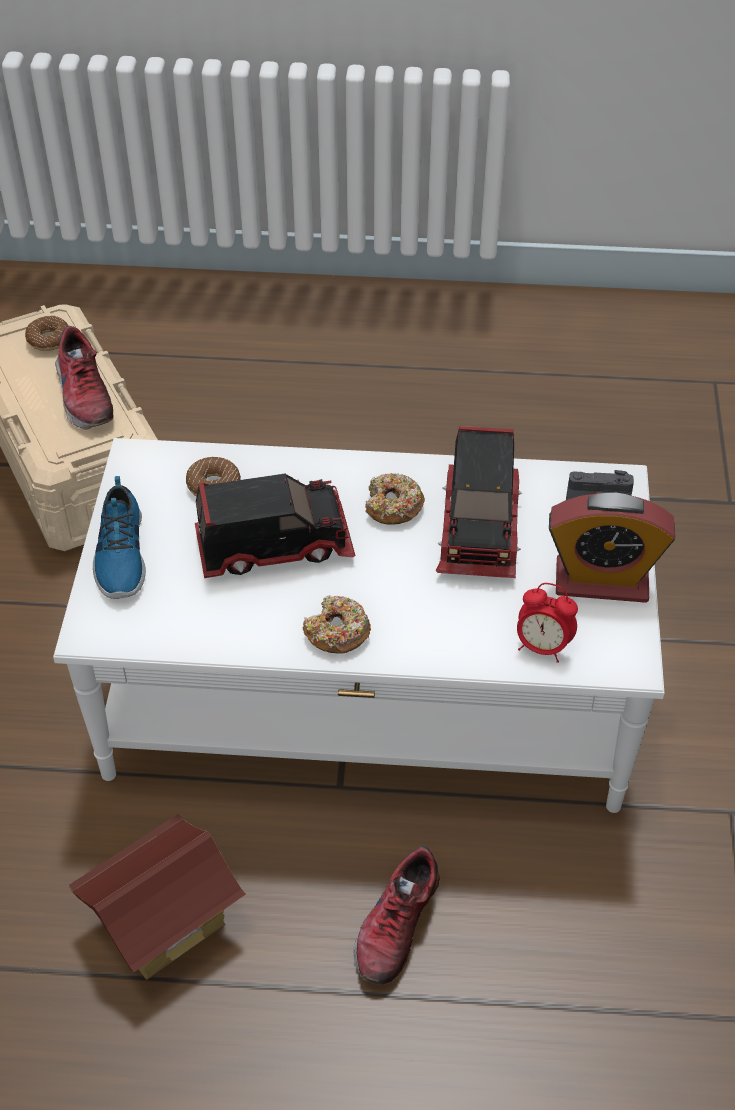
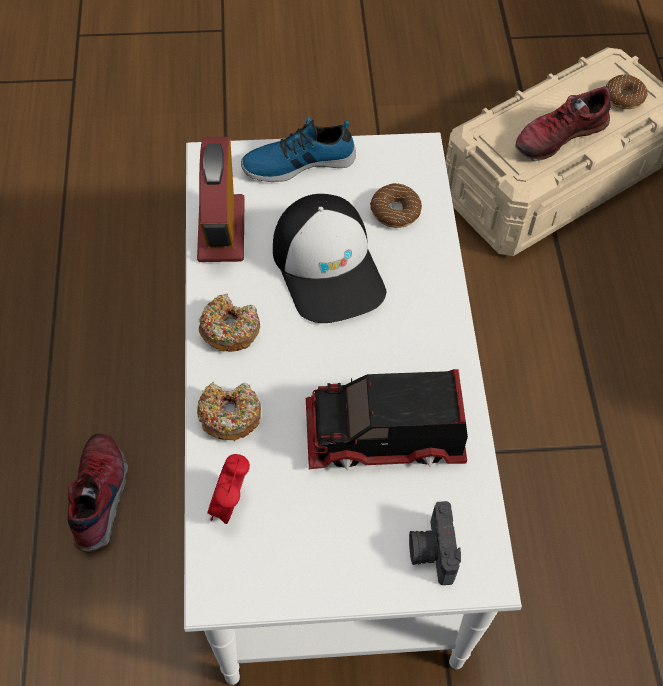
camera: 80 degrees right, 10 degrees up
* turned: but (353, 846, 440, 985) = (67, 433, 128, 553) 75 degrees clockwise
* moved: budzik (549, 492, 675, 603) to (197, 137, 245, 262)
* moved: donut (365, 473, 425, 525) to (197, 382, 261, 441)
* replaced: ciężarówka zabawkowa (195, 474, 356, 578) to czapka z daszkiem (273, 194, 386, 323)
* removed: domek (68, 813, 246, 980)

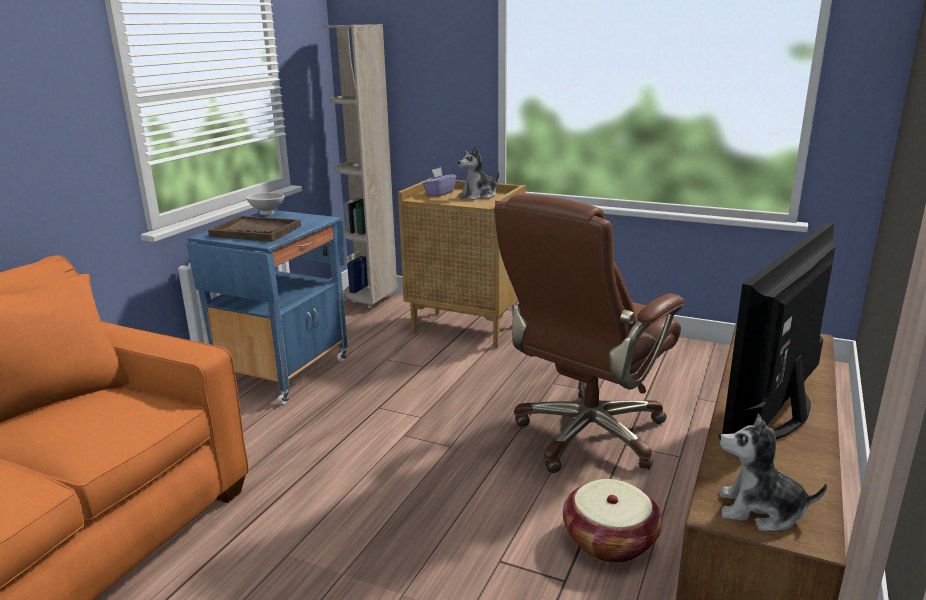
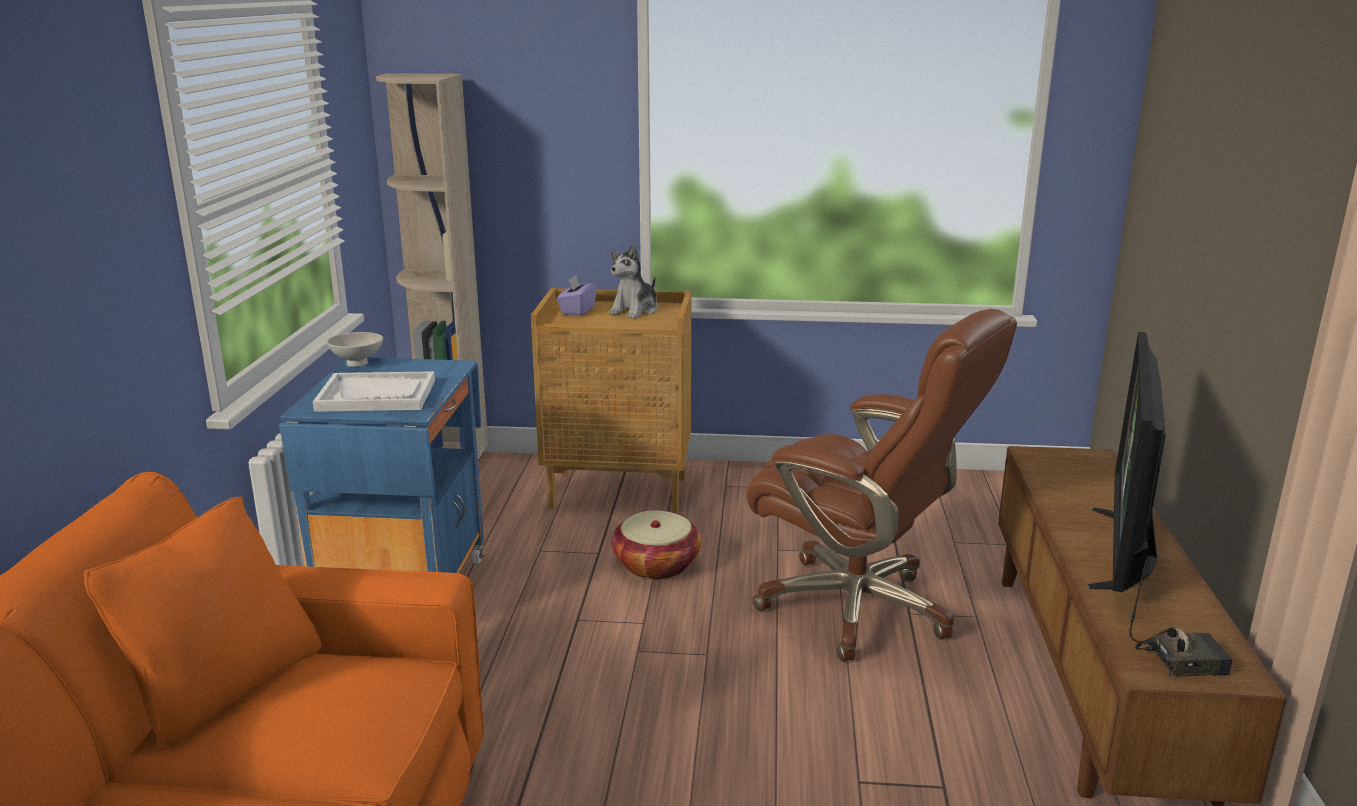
camera: 20 degrees left, 0 degrees up
* recoloured: taca (brązowy) (208, 216, 301, 242) to taca (biały) (313, 371, 435, 412)
* moved: koszyk (563, 479, 663, 562) to (611, 511, 701, 580)
* turned: krzesło biurowe (brązowy) (494, 194, 685, 473) = (747, 309, 1017, 662) 75 degrees counterclockwise
* replaced: pluszak (720, 413, 827, 531) to radio (1130, 557, 1232, 677)

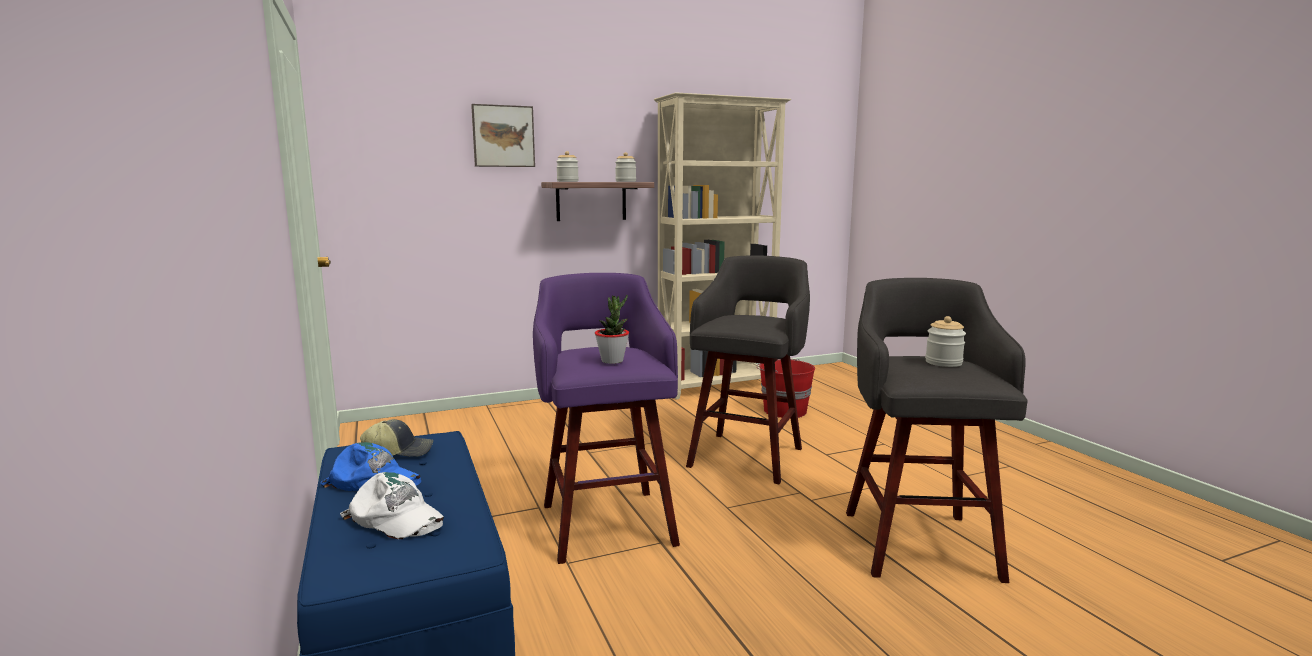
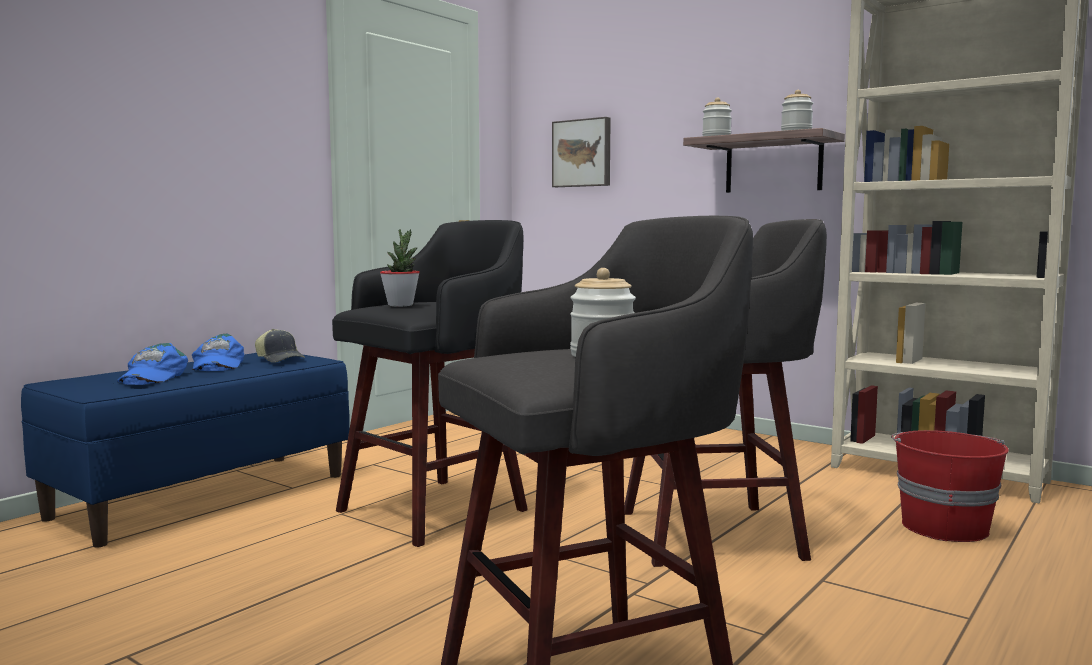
camera: 60 degrees right, 5 degrees down
* recoloured: czapka z daszkiem (biały) (340, 472, 444, 539) to czapka z daszkiem (niebieski) (117, 343, 188, 385)
* recoloured: stołek (fioletowy) (533, 273, 680, 564) to stołek (czarny) (332, 220, 528, 547)
* moved: obraz (471, 104, 535, 167) to (552, 117, 611, 187)

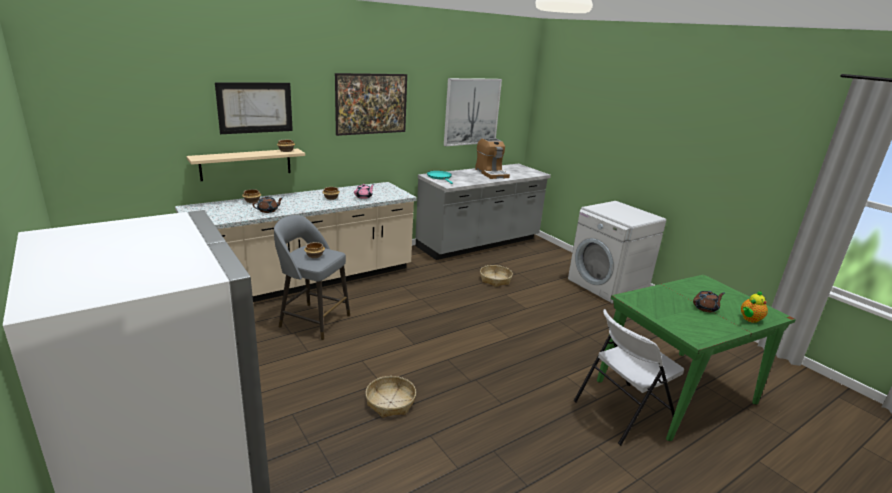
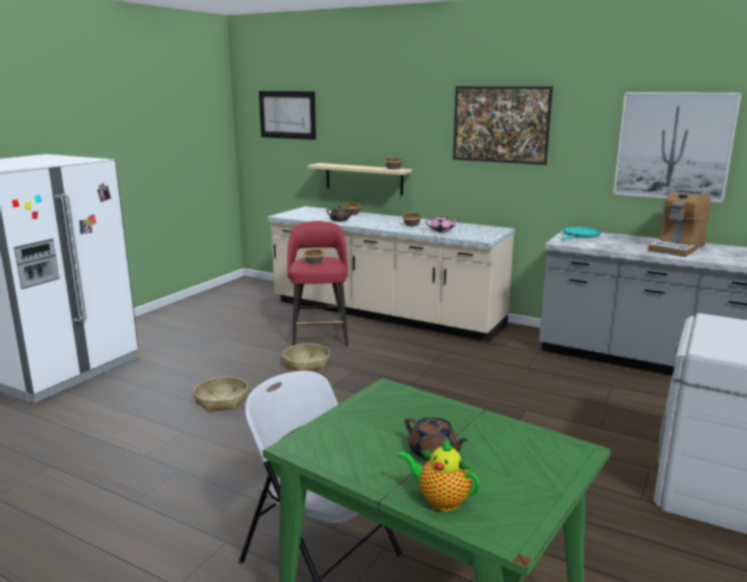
camera: 65 degrees right, 5 degrees down
* moved: obraz (215, 82, 293, 134) to (259, 91, 316, 140)
* moved: koszyk (480, 265, 513, 287) to (283, 344, 330, 371)
* recoloured: stołek (szary) (274, 215, 350, 340) to stołek (czerwony) (287, 221, 348, 346)

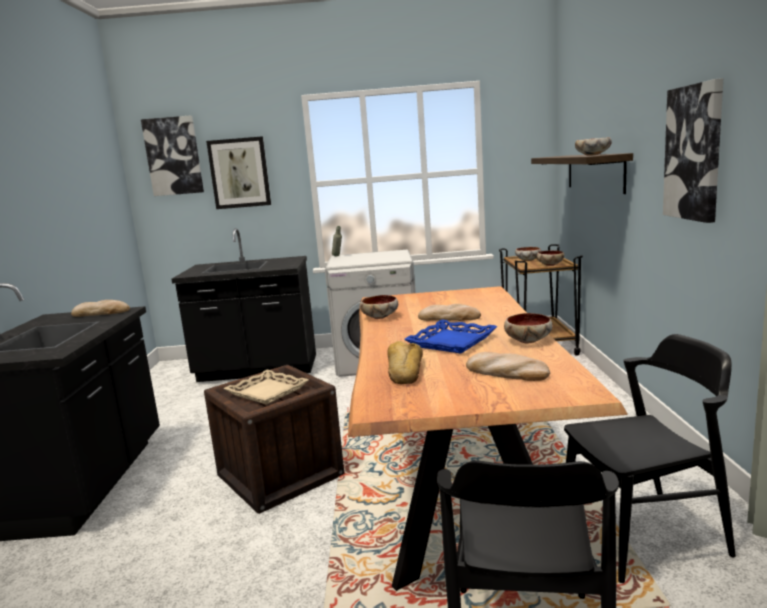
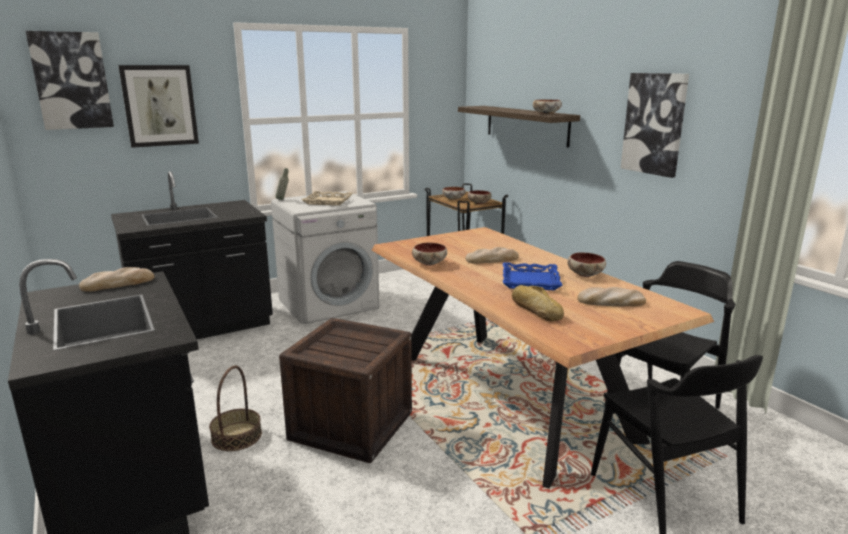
camera: 30 degrees left, 5 degrees up
* added: koszyk (209, 366, 262, 451)
* moved: taca (beżowy) (224, 369, 308, 405) to (302, 191, 353, 206)

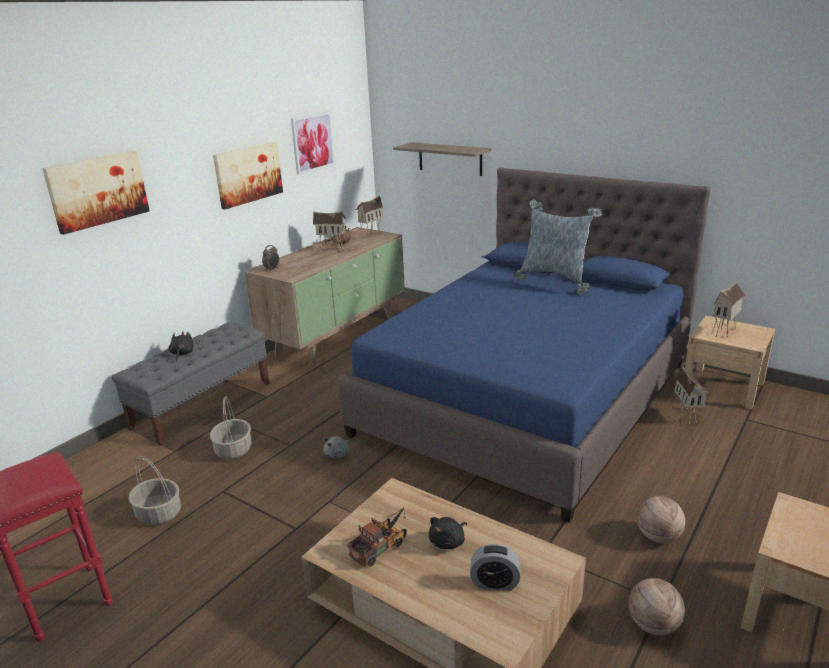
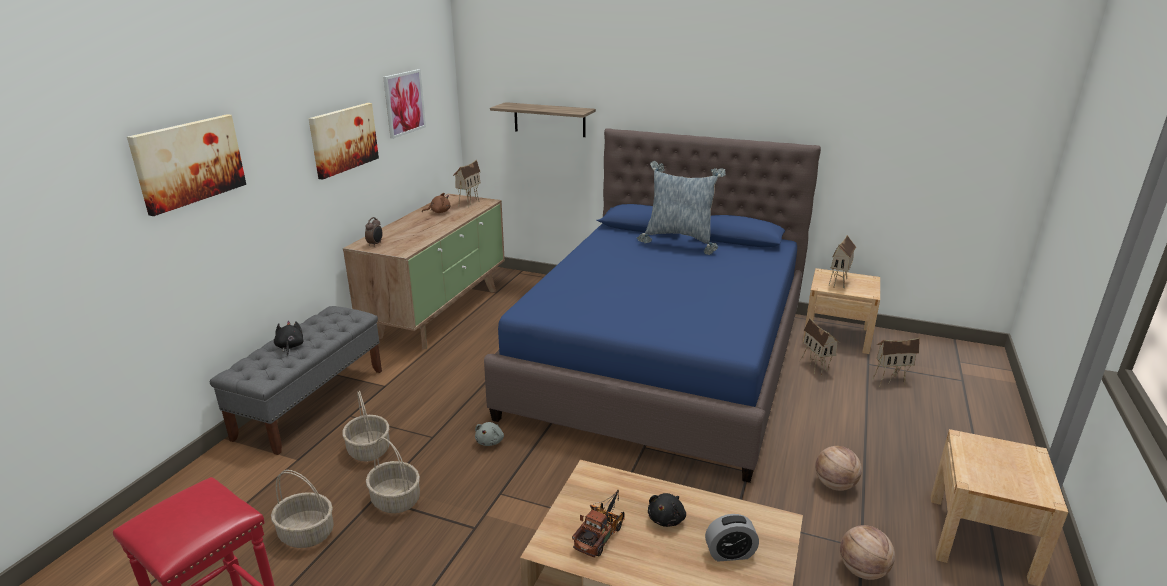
camera: 15 degrees left, 0 degrees up
* added: koszyk (366, 438, 420, 513)
* moved: domek (313, 211, 346, 253) to (872, 338, 920, 387)

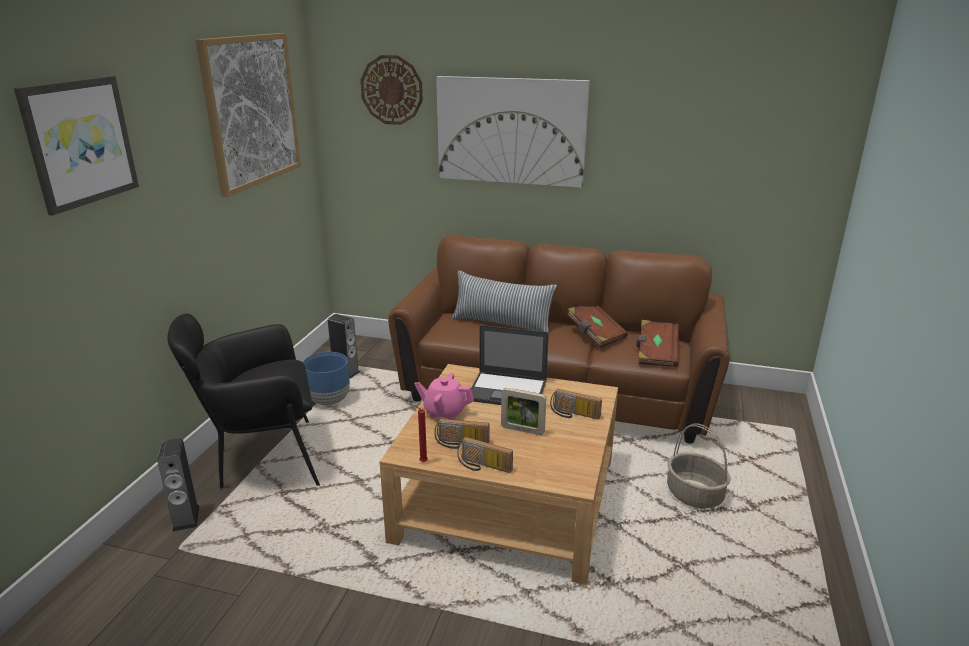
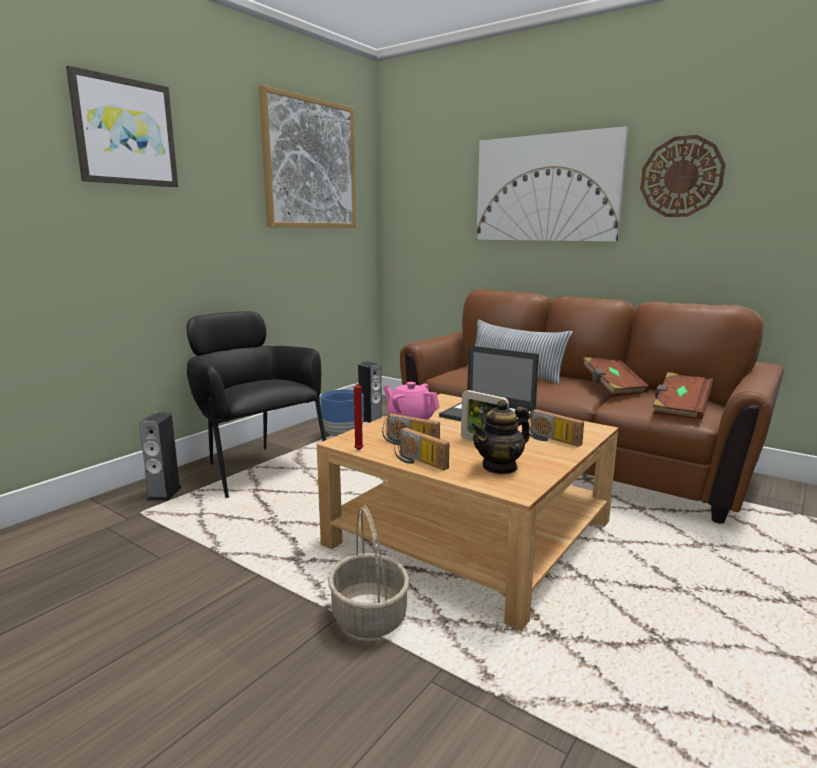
camera: 20 degrees right, 10 degrees down
* turned: fotel (czarny) (167, 313, 320, 489) = (186, 311, 326, 498) 45 degrees clockwise
* moved: koszyk (667, 424, 730, 509) to (328, 505, 410, 639)
* added: imbryk (471, 399, 530, 475)
* moved: zegar ścienny (360, 55, 423, 125) to (640, 135, 725, 217)

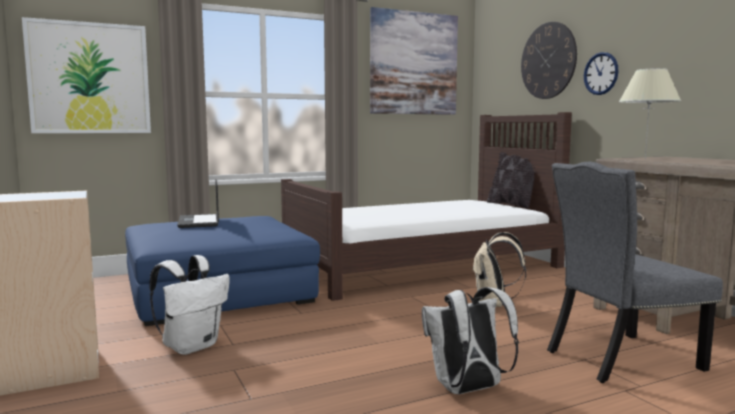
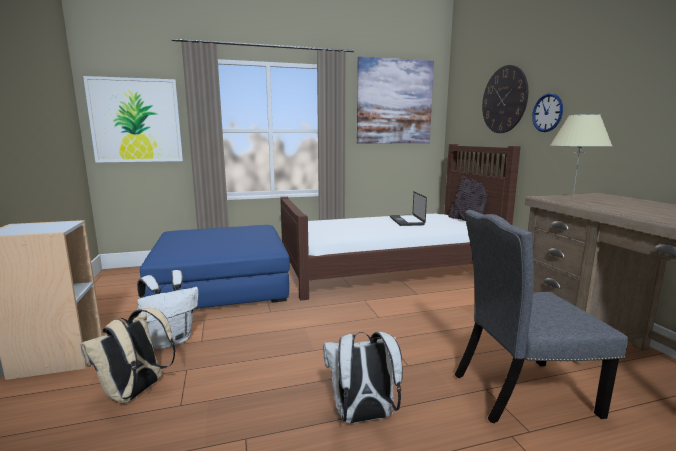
camera: 10 degrees right, 5 degrees up
* moved: plecak (beżowy) (473, 232, 526, 307) to (80, 308, 176, 403)
* moved: laptop (177, 180, 219, 228) to (390, 191, 427, 226)

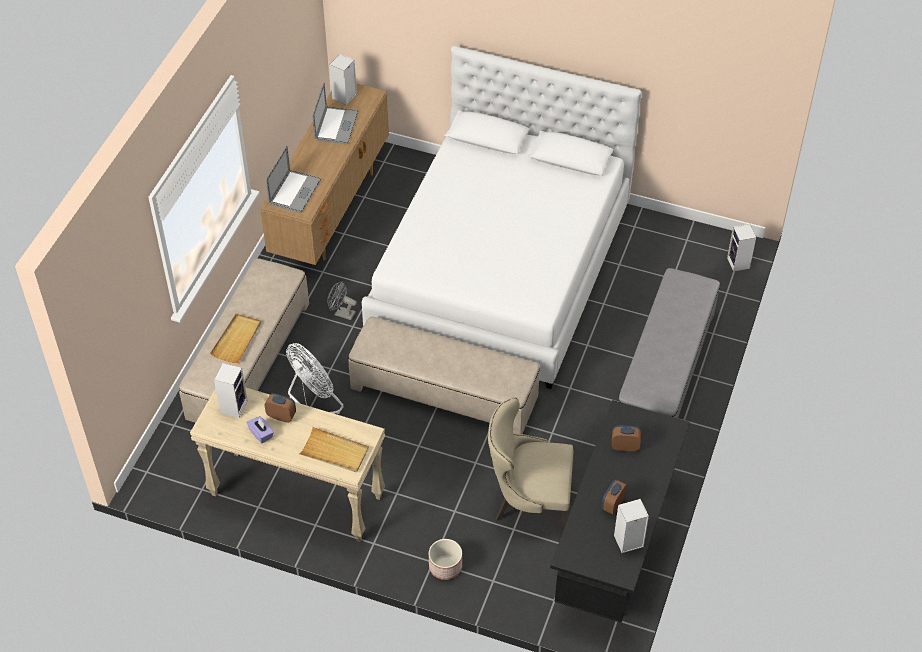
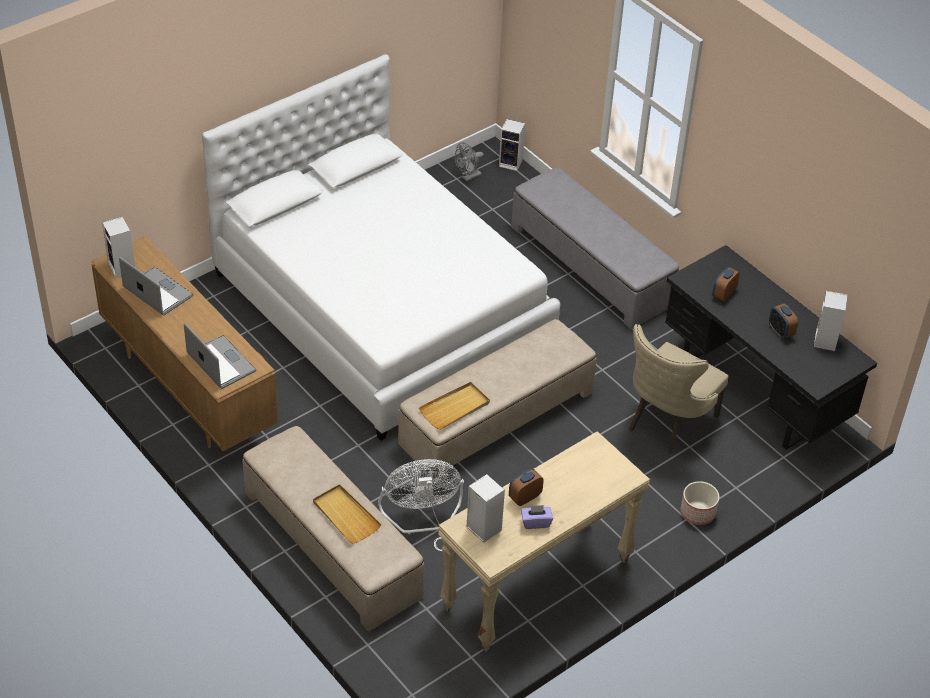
camera: 60 degrees left, 5 degrees down
* moved: taca (beżowy) (300, 427, 369, 472) to (419, 382, 490, 430)
* moved: wentylator (szary) (327, 281, 357, 320) to (455, 142, 484, 182)

